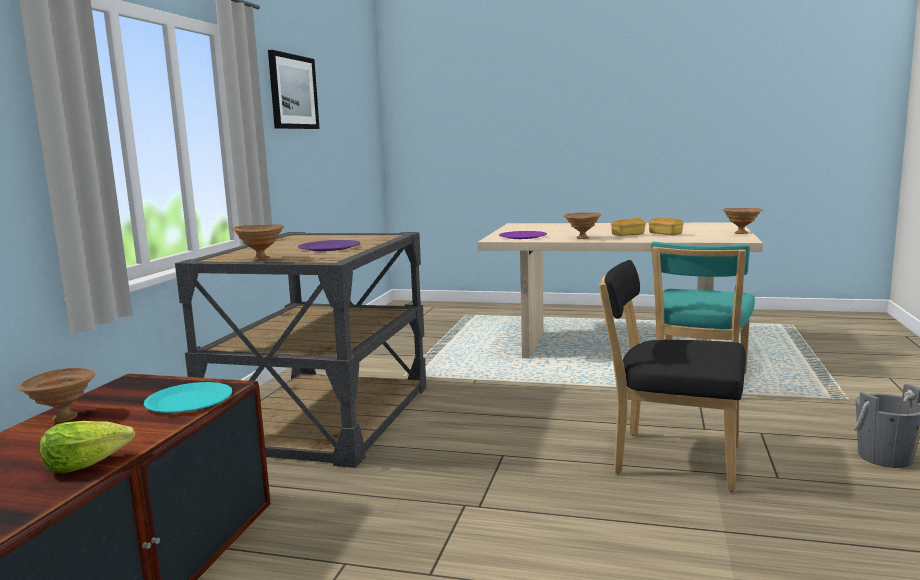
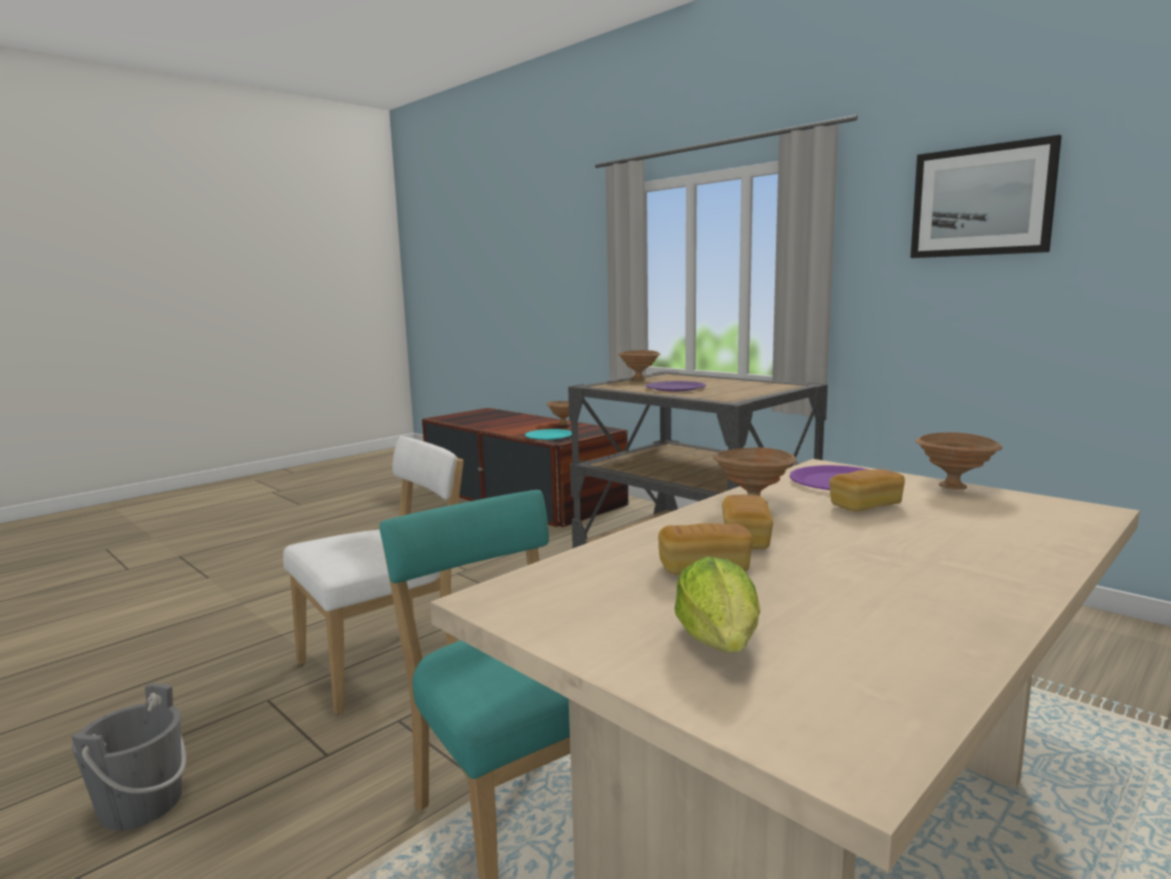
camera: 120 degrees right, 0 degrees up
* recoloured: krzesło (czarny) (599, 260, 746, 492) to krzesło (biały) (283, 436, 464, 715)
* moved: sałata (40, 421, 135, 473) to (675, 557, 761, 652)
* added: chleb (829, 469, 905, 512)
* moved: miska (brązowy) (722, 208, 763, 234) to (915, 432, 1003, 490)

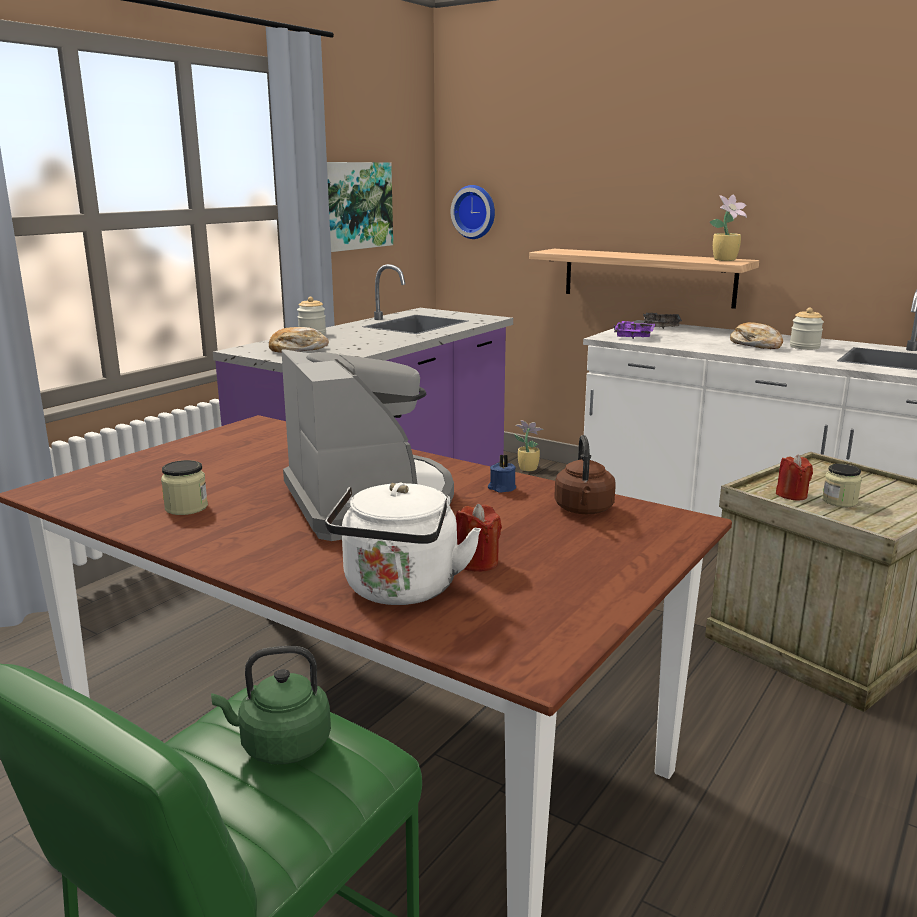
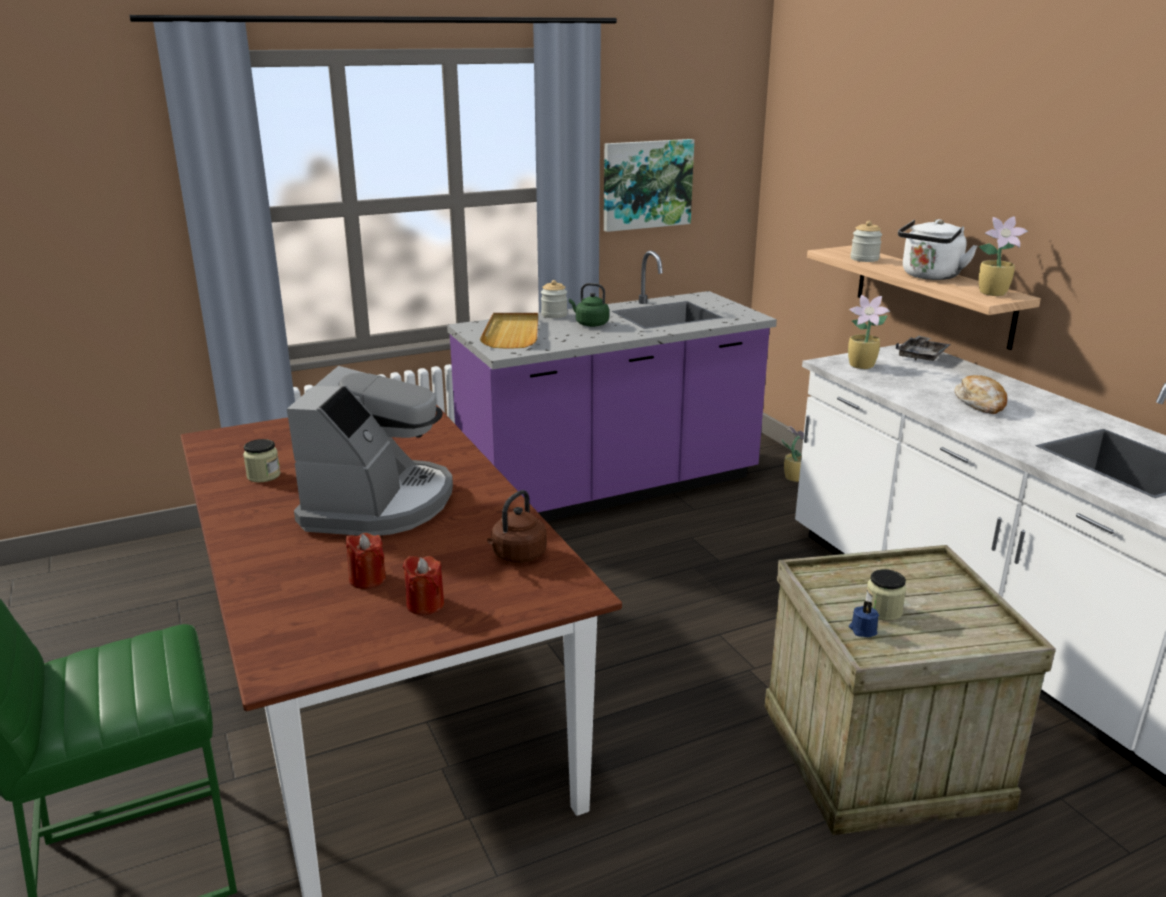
camera: 30 degrees right, 5 degrees up
* moved: świeca (czerwony) (776, 455, 813, 501) to (403, 556, 444, 615)
* replaced: chleb (269, 327, 329, 353) to taca (beżowy) (480, 313, 538, 349)
* moved: czajnik (zielony) (211, 646, 331, 764) to (569, 283, 609, 327)
* replaced: taca (fioletowy) (614, 321, 655, 339) to roślina doniczkowa (848, 295, 890, 369)
* moved: świeca (niebieski) (487, 454, 516, 493) to (849, 601, 879, 637)
* moved: słoik (790, 308, 824, 350) to (850, 221, 882, 262)
* moved: czajnik (biały) (325, 483, 481, 605) to (898, 219, 977, 280)
* removed: zegar ścienny (451, 185, 495, 239)

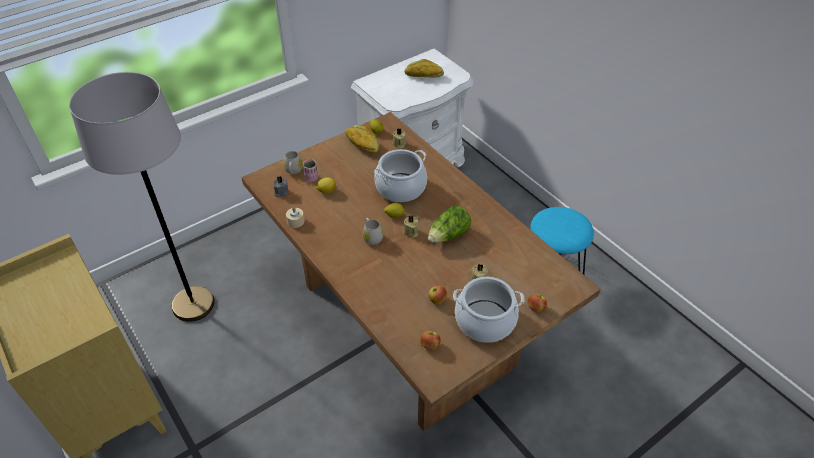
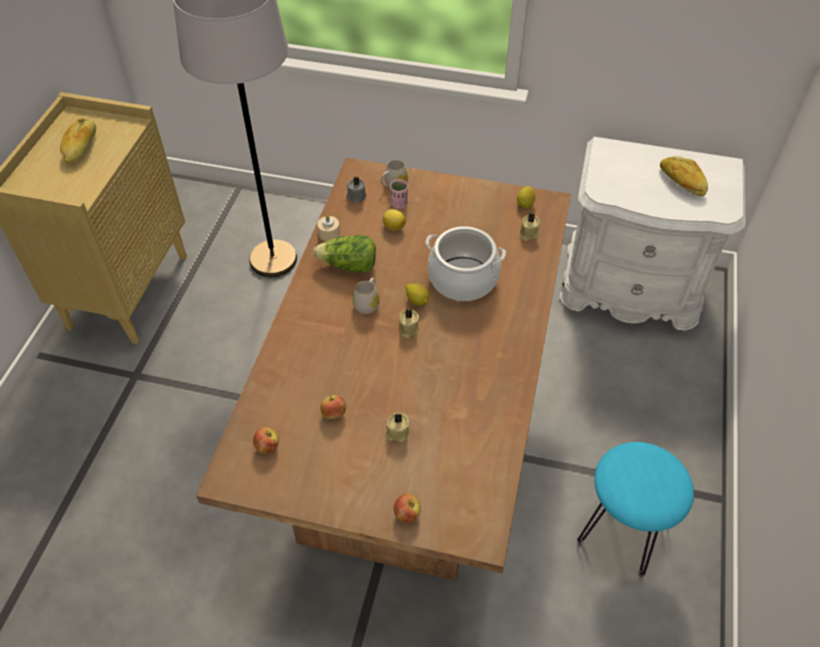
camera: 50 degrees right, 5 degrees up
* moved: chleb (345, 125, 379, 153) to (60, 118, 96, 163)
* moved: sałata (428, 206, 471, 243) to (313, 235, 376, 273)
* removed: garnek (453, 277, 525, 343)

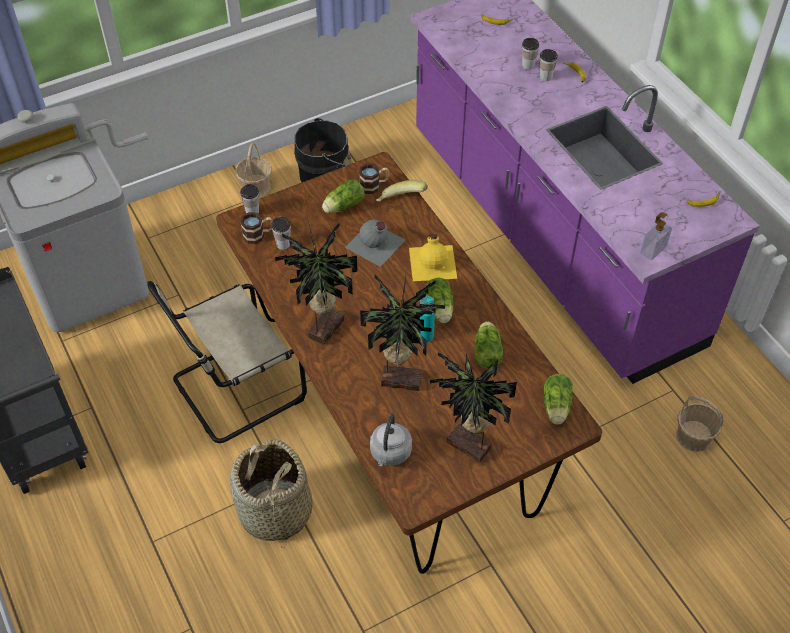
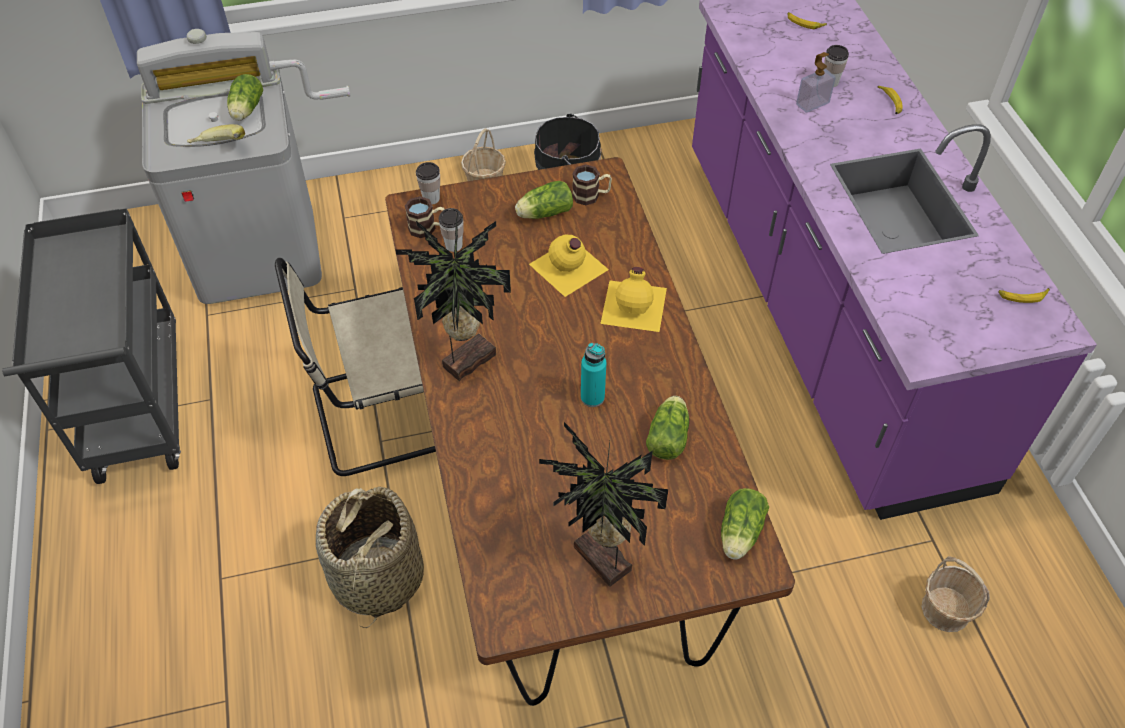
camera: 15 degrees right, 0 degrees up
* moved: banan (376, 180, 428, 202) to (187, 124, 245, 143)
* moved: sałata (425, 278, 454, 323) to (227, 74, 263, 121)
* recoloured: butelka (szary) (345, 219, 405, 267) to butelka (żółty) (529, 235, 609, 297)
* moved: dozownik mydła (641, 212, 672, 260) to (796, 52, 836, 113)
* removed: roślina doniczkowa (360, 268, 445, 391)
* removed: czajnik (szary) (370, 414, 412, 466)
* removed: filiżanka (540, 49, 558, 81)

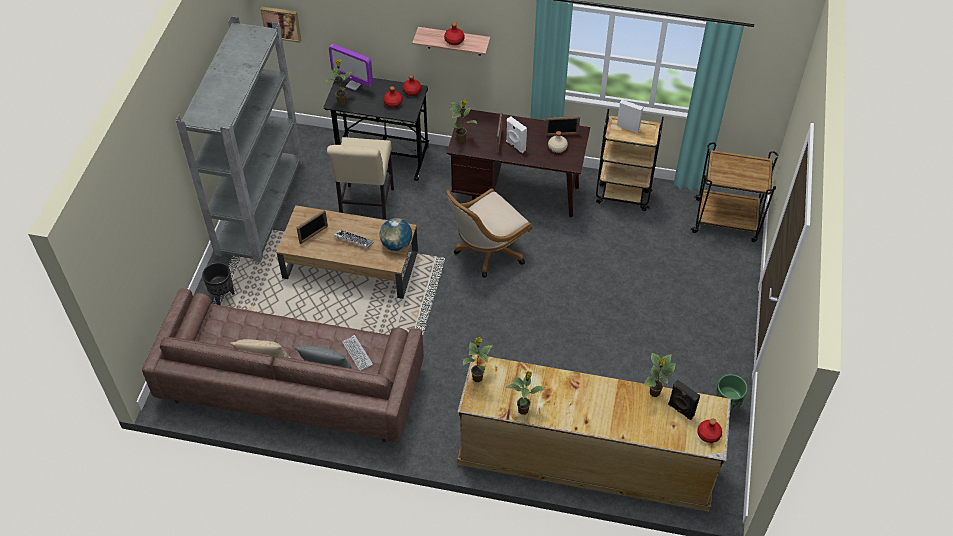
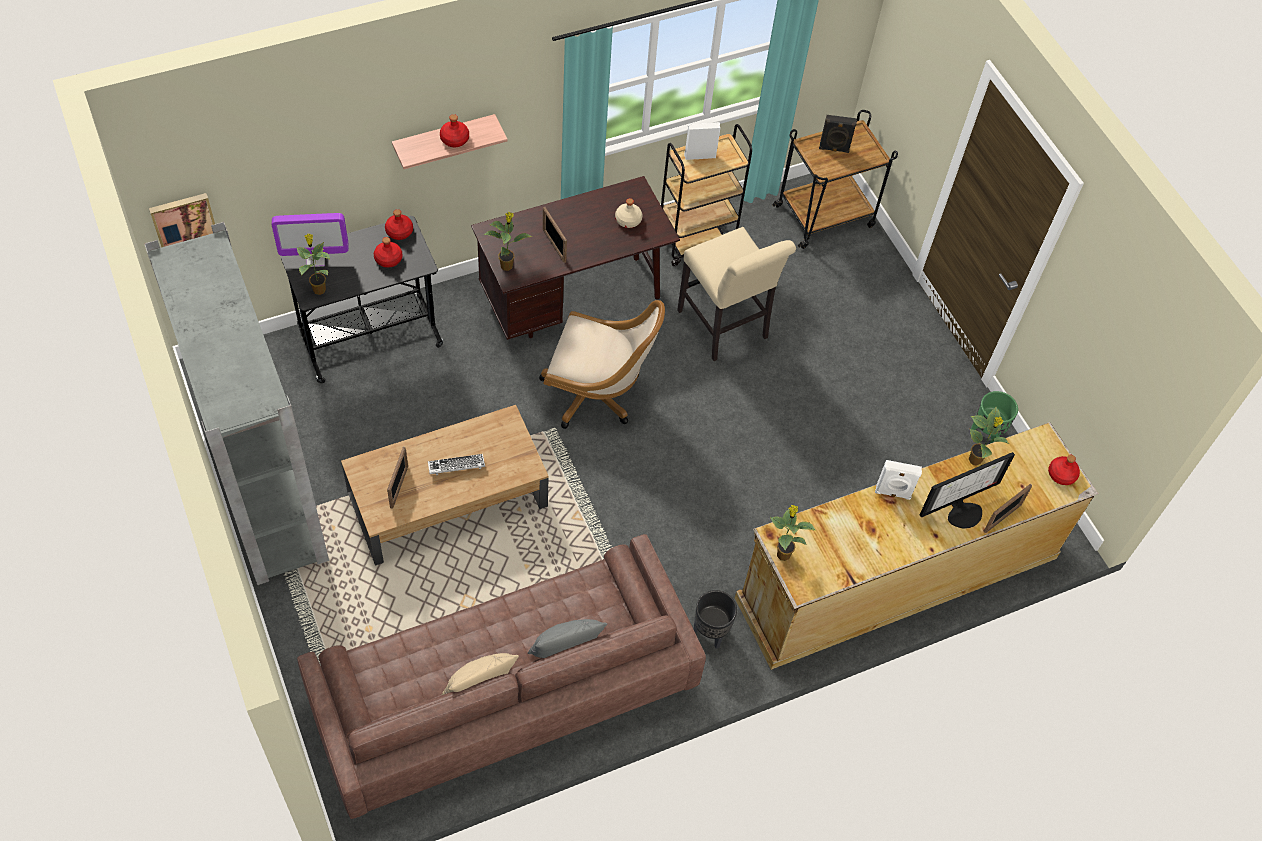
camera: 40 degrees left, 5 degrees up
* turned: krzesło biurowe (446, 189, 532, 278) = (539, 300, 665, 429) 90 degrees counterclockwise
* moved: stołek (beżowy) (327, 137, 394, 220) to (677, 227, 796, 361)
* moved: donica (czarny) (202, 263, 235, 305) to (694, 590, 737, 649)
* moved: głośnik (czarny) (668, 380, 700, 420) to (819, 115, 857, 153)
* moved: głośnik (biały) (506, 117, 527, 153) to (875, 460, 922, 500)
* added: monitor (920, 452, 1015, 528)
* moved: ramka na zdjęcie (545, 116, 580, 136) to (983, 484, 1032, 533)
* removed: klawiatura (342, 335, 373, 371)
* removed: globus (380, 218, 412, 251)
* removed: roślina doniczkowa (505, 371, 547, 415)

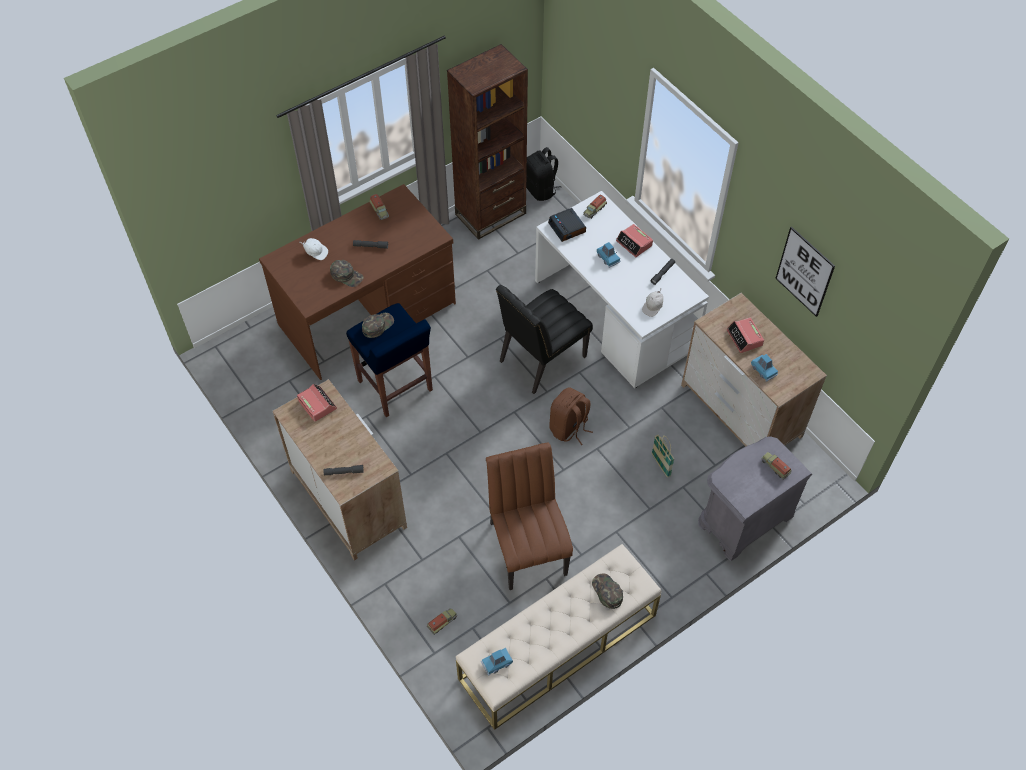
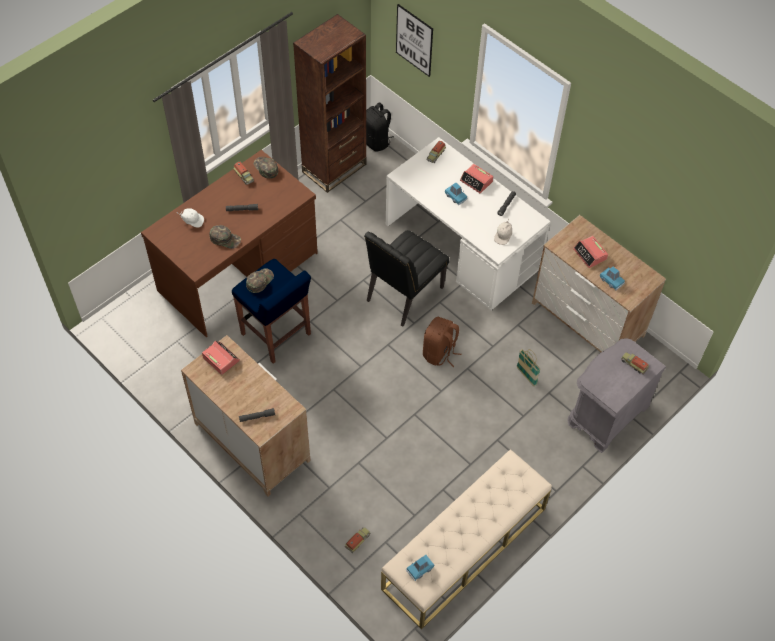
camera: 10 degrees left, 0 degrees up
* moved: czapka z daszkiem (zielony) (592, 573, 623, 609) to (254, 156, 278, 179)
* moved: obraz (775, 226, 835, 317) to (396, 4, 433, 77)
* removed: krzesło (brązowy) (486, 442, 573, 590)
* removed: budzik (548, 208, 586, 242)

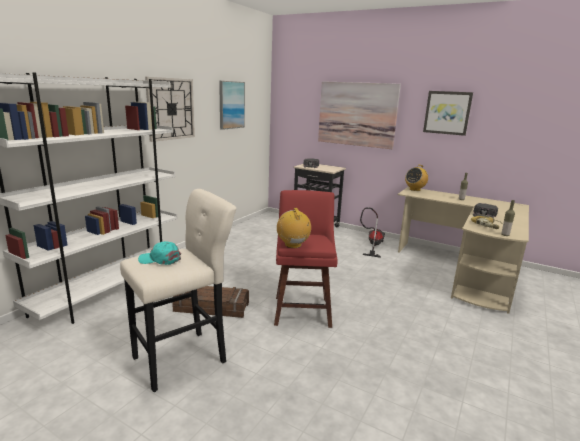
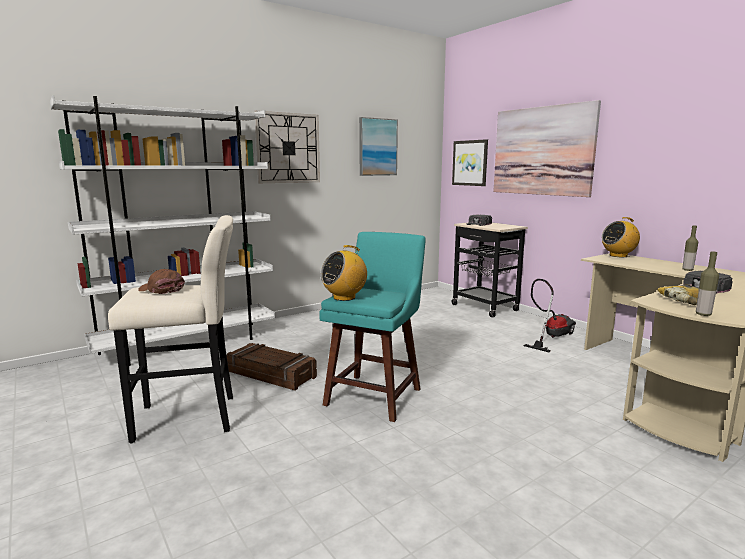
camera: 25 degrees right, 5 degrees down
* recoloured: czapka z daszkiem (turkusowy) (138, 241, 181, 265) to czapka z daszkiem (brązowy) (138, 269, 185, 294)
* recoloured: stołek (czerwony) (274, 190, 338, 328) to stołek (turkusowy) (319, 232, 426, 422)
* turned: radio (277, 208, 311, 248) = (321, 245, 367, 301) 135 degrees counterclockwise
* moved: obraz (423, 91, 473, 136) to (452, 139, 488, 186)

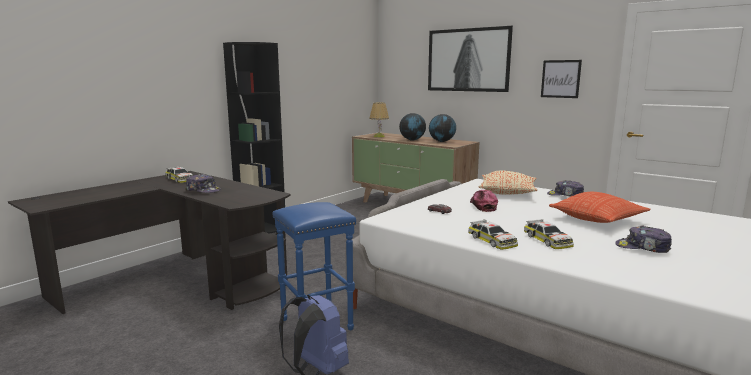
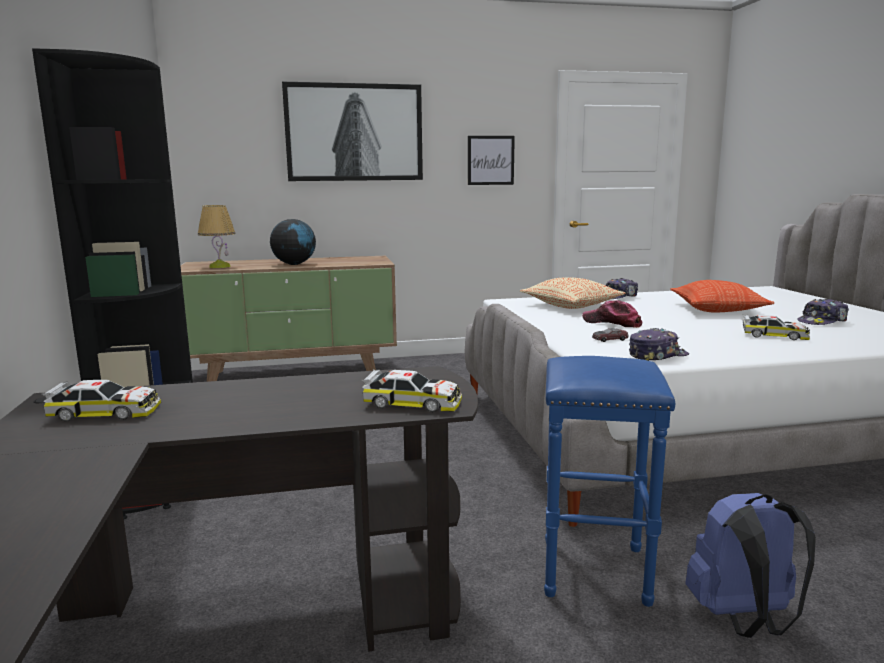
camera: 50 degrees left, 0 degrees up
* moved: samochodzik (469, 219, 518, 250) to (362, 369, 462, 412)
* moved: czapka z daszkiem (185, 174, 221, 193) to (629, 328, 689, 360)
* removed: globus (429, 114, 456, 142)

